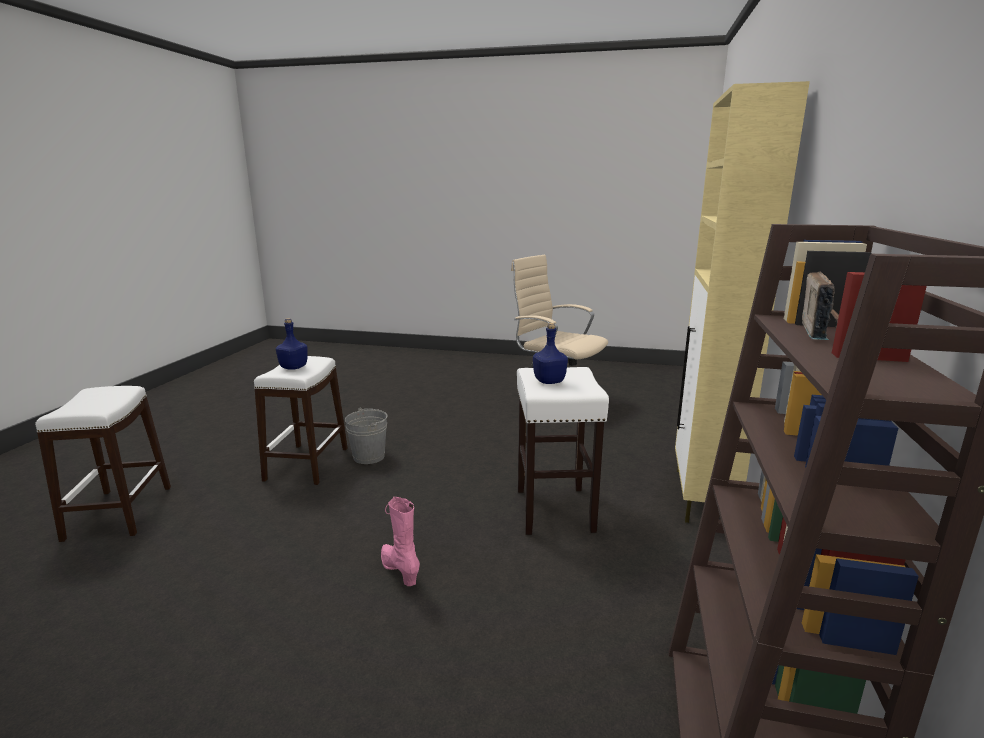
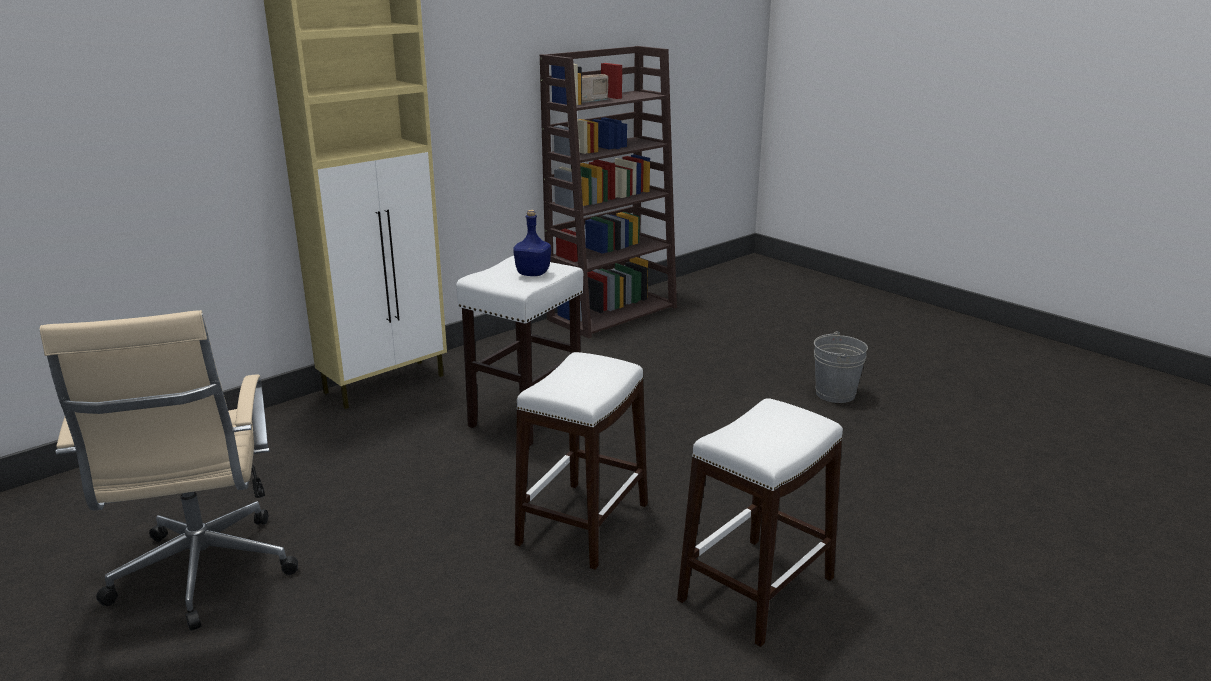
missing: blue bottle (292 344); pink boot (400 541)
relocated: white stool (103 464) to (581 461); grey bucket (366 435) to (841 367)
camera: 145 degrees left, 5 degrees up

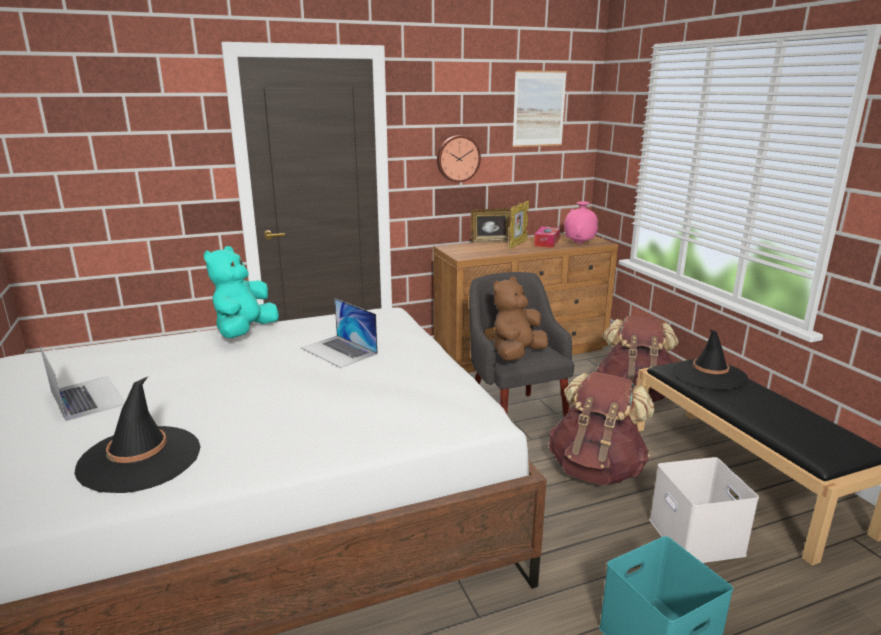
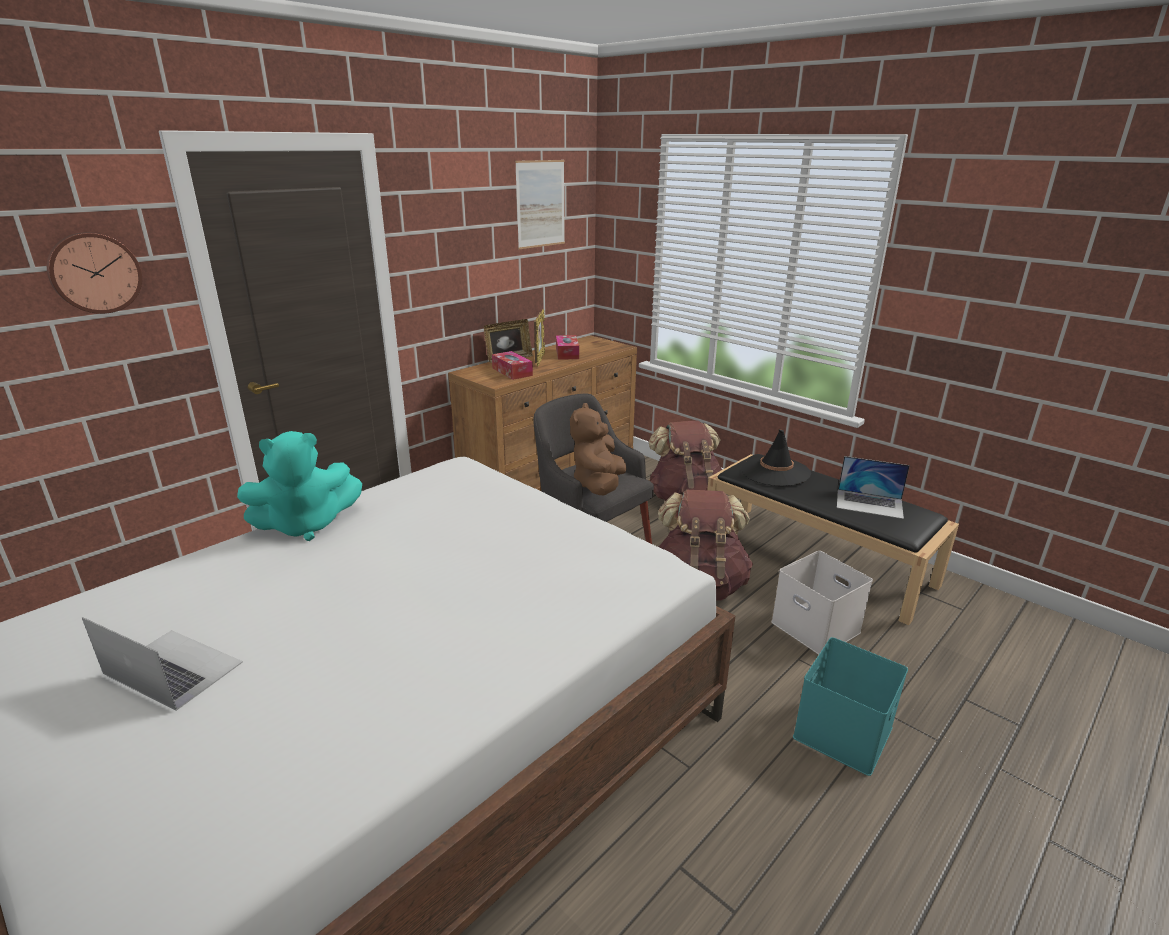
missing: black hat (137 435); pink vase (581 222)
appeared: tissue box (512 365)
relocated: wall clock (459 158) to (94 273); laptop (339 333) to (873 487)
spun: turquoise plush toy (241 292) = (299 486) 105 degrees counterclockwise
camera: 25 degrees left, 5 degrees up

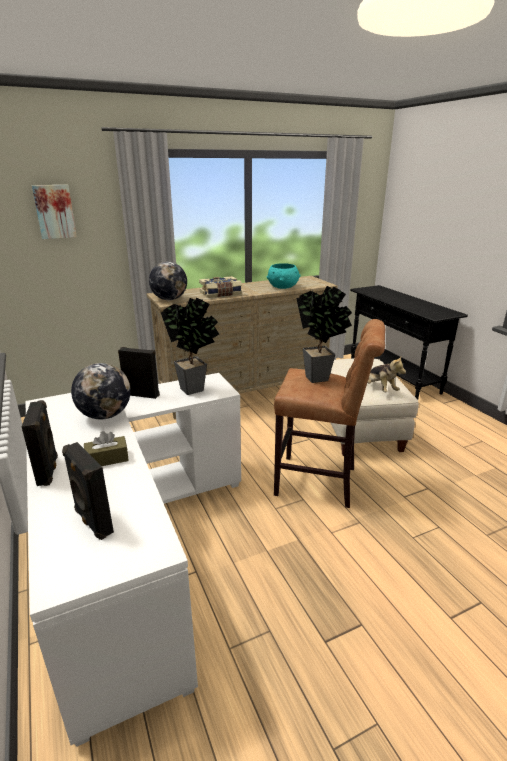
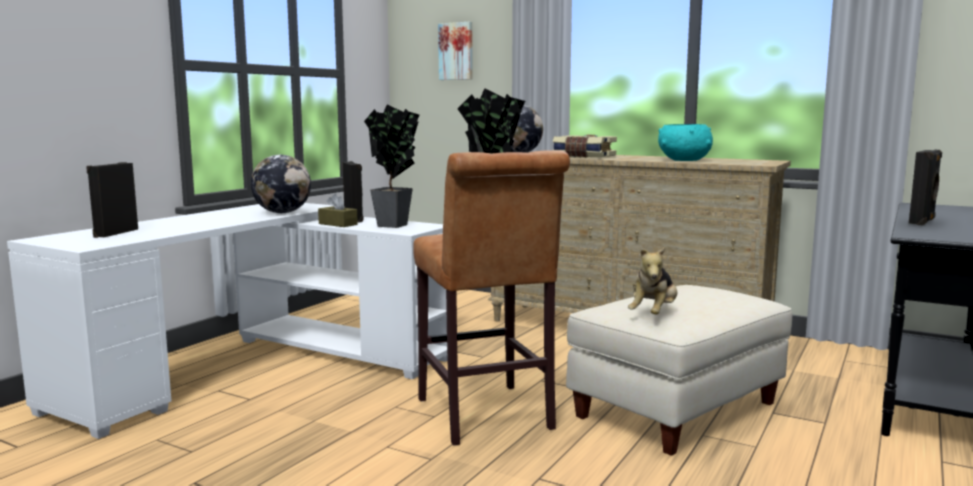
relocated: brown tissue box (106 448) to (338 210); black speaker (39 443) to (925 187)
camera: 55 degrees right, 15 degrees down

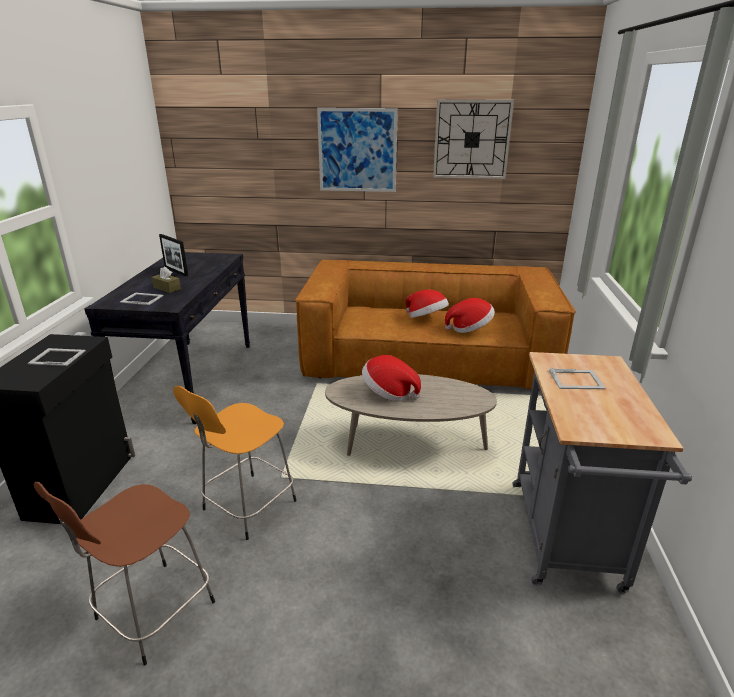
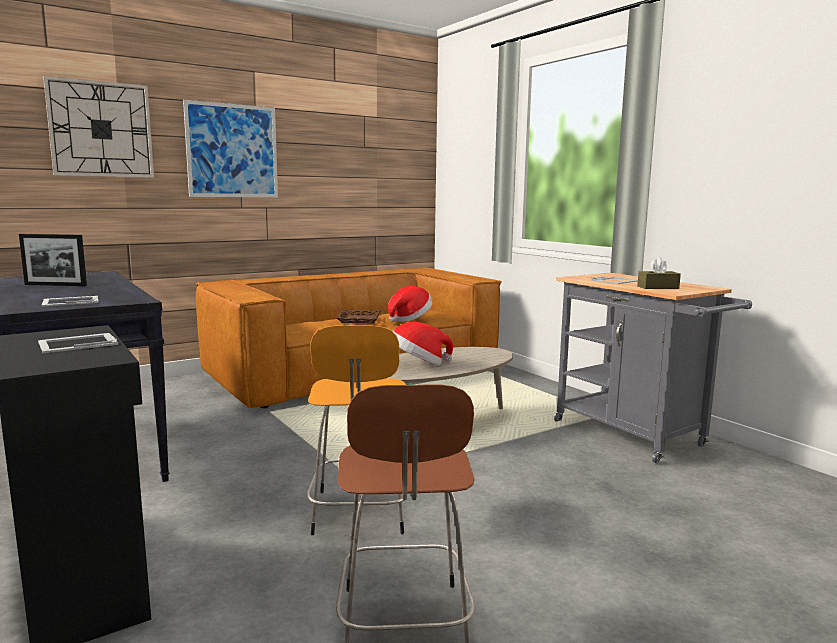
relocated: wall clock (473 139) to (98 127); brown tissue box (166 280) to (659 273)
exchanged: hat (427 303) to brown tray (359 316)
camera: 40 degrees left, 15 degrees down

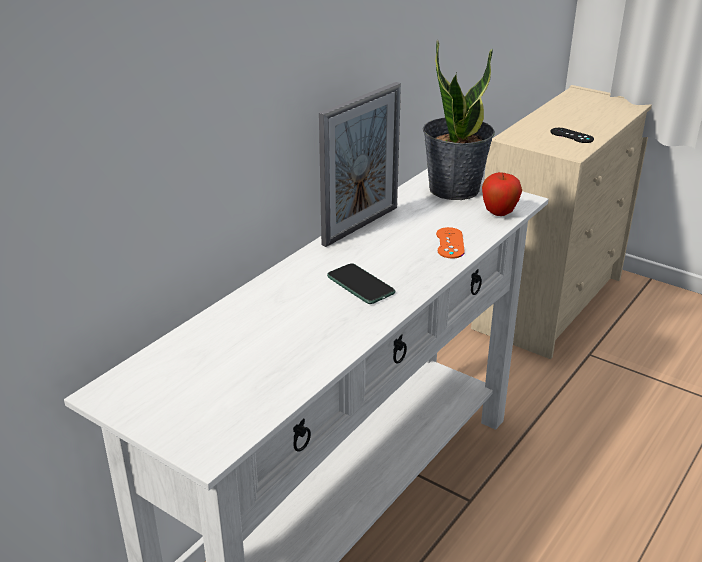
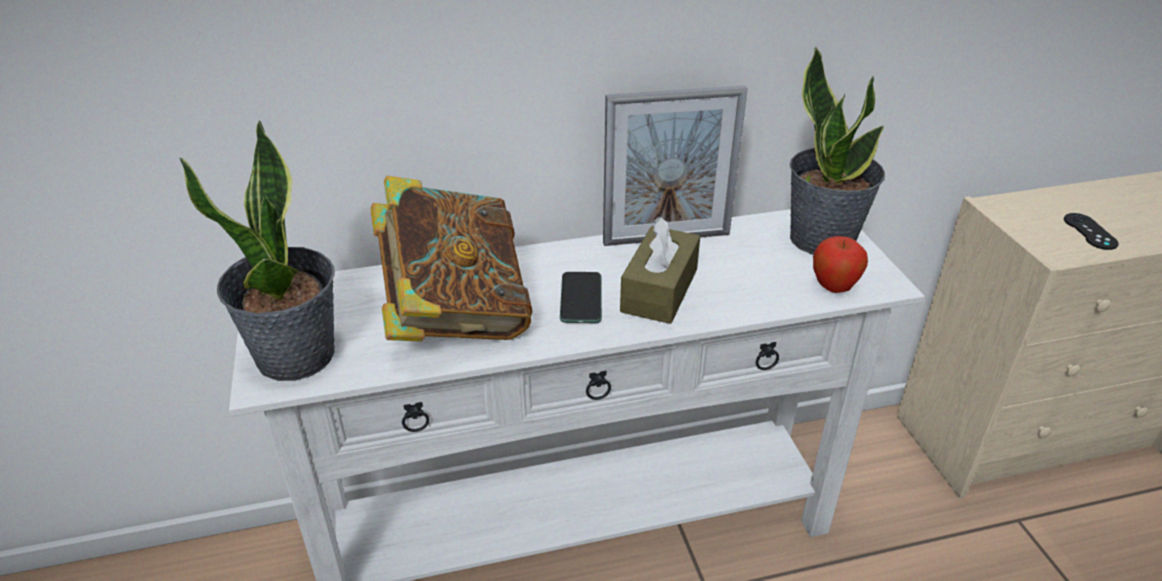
missing: orange game controller (450 242)
appeared: potted plant (257 250); book (451 259); brown tissue box (660 270)
camera: 40 degrees right, 5 degrees up

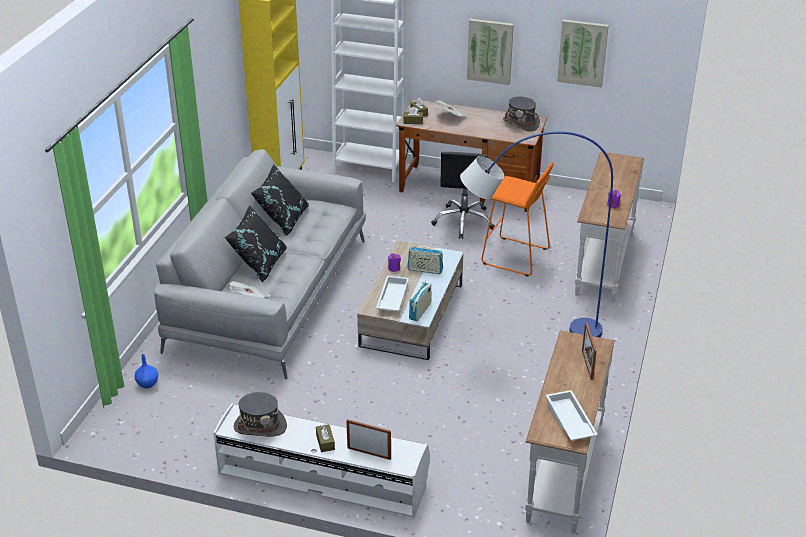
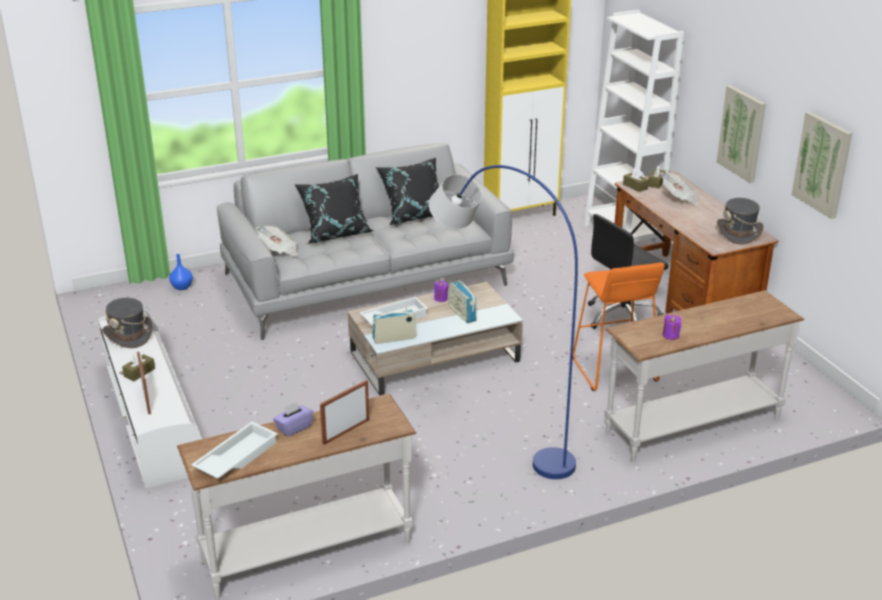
appeared: purple tissue box (293 419)
camera: 50 degrees right, 5 degrees down

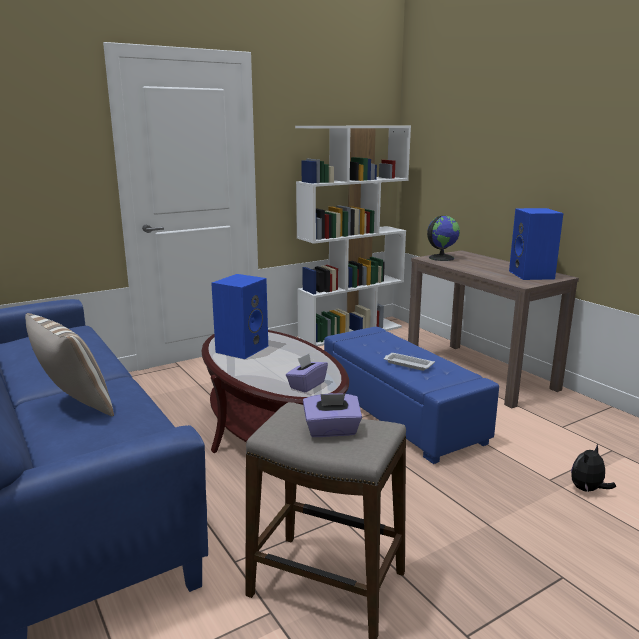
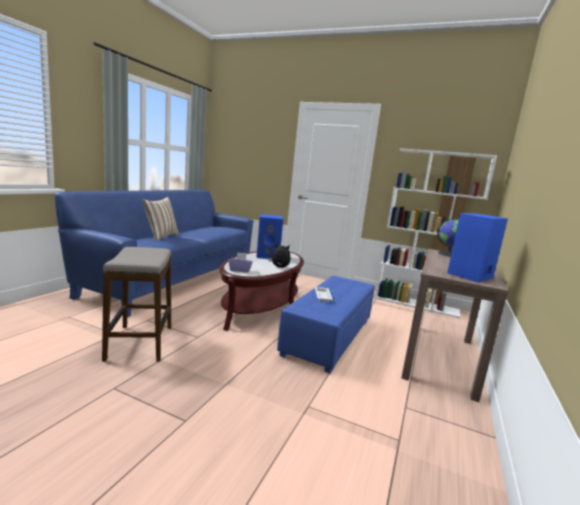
missing: purple tissue box (332 415)
relocated: plush toy (593 468) to (279 255)
camera: 55 degrees right, 5 degrees down

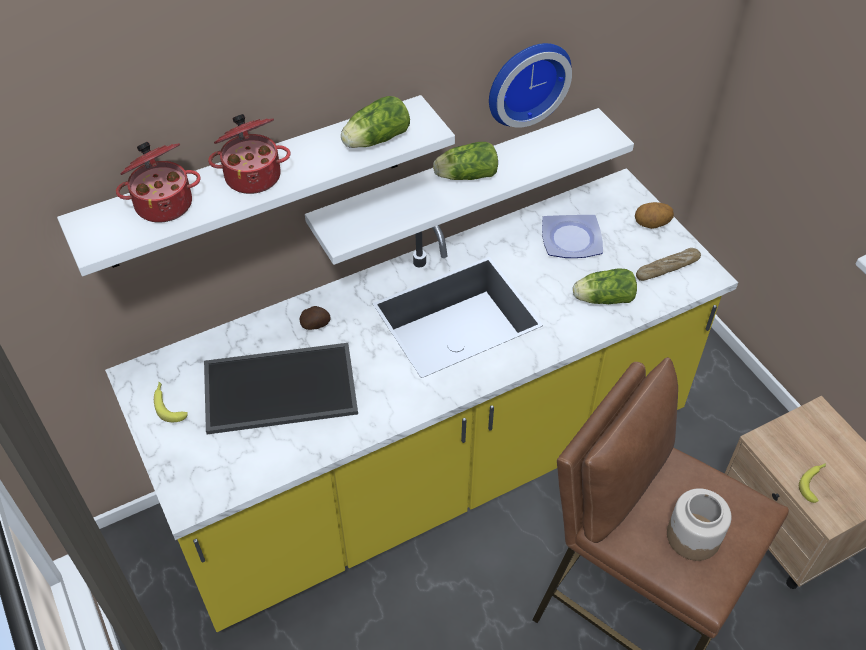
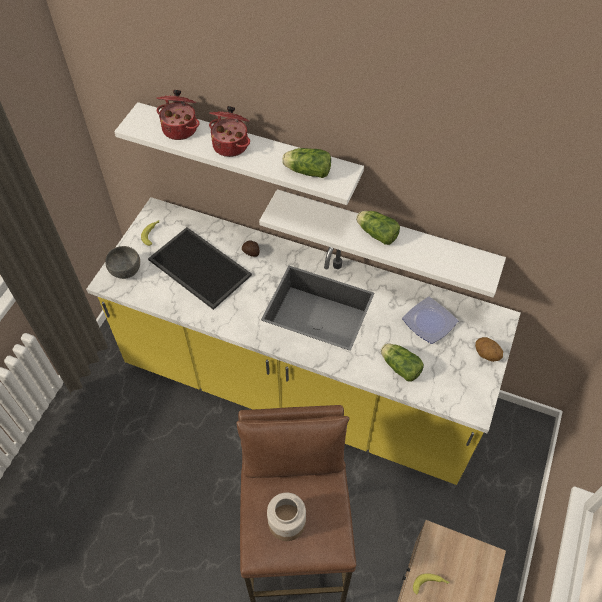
missing: wall clock (530 85); bread (668 264)
appeared: grey bowl (122 262)
camera: 50 degrees right, 5 degrees up

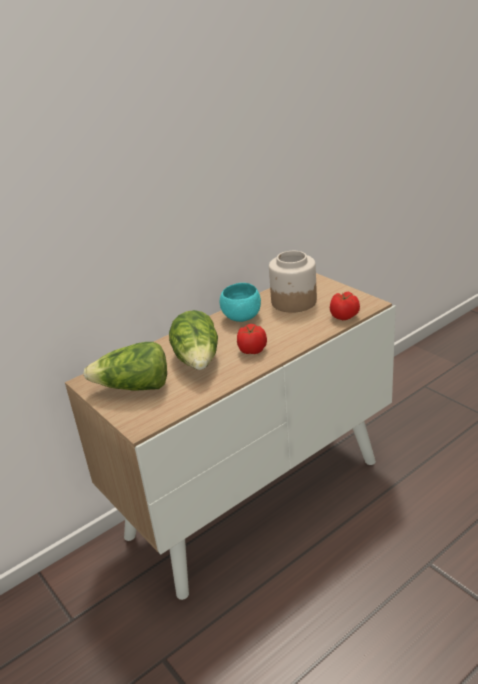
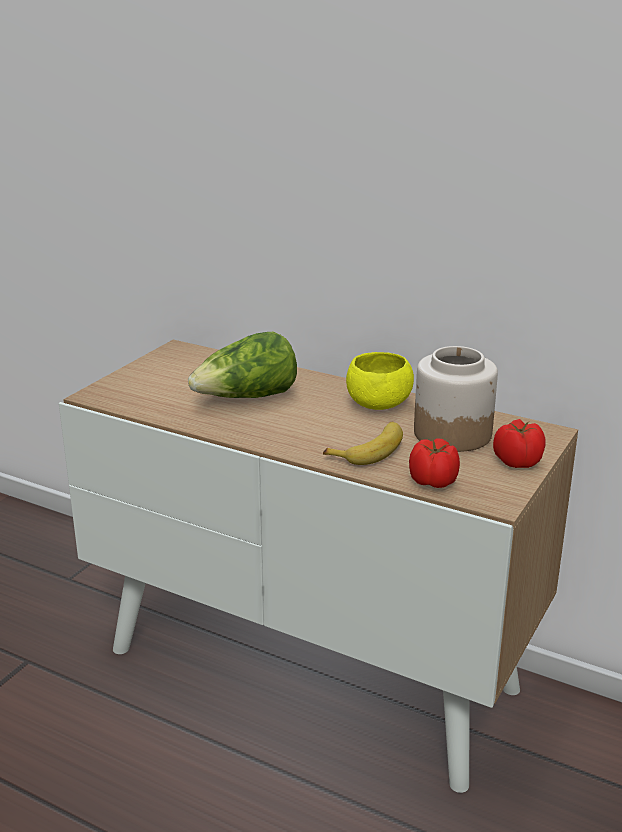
missing: lettuce (125 366)
appeared: banana (363 443)
relocated: tomato (252 339) to (519 443)
colour: turquoise bowl (240 302) to yellow bowl (380 381)
camera: 65 degrees right, 5 degrees down

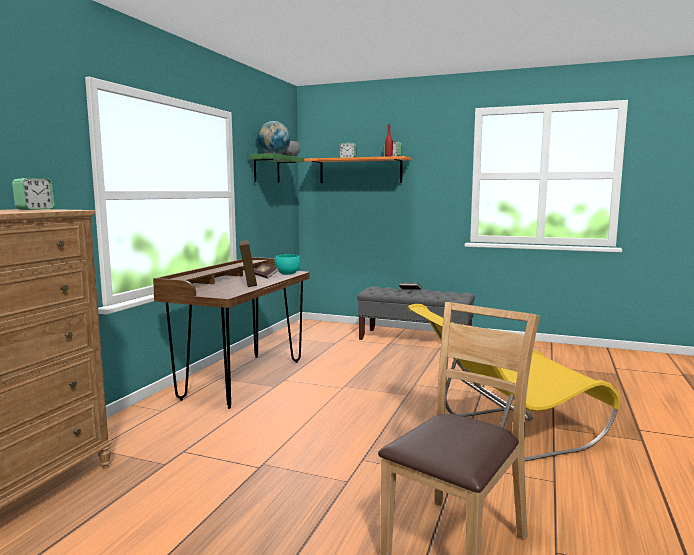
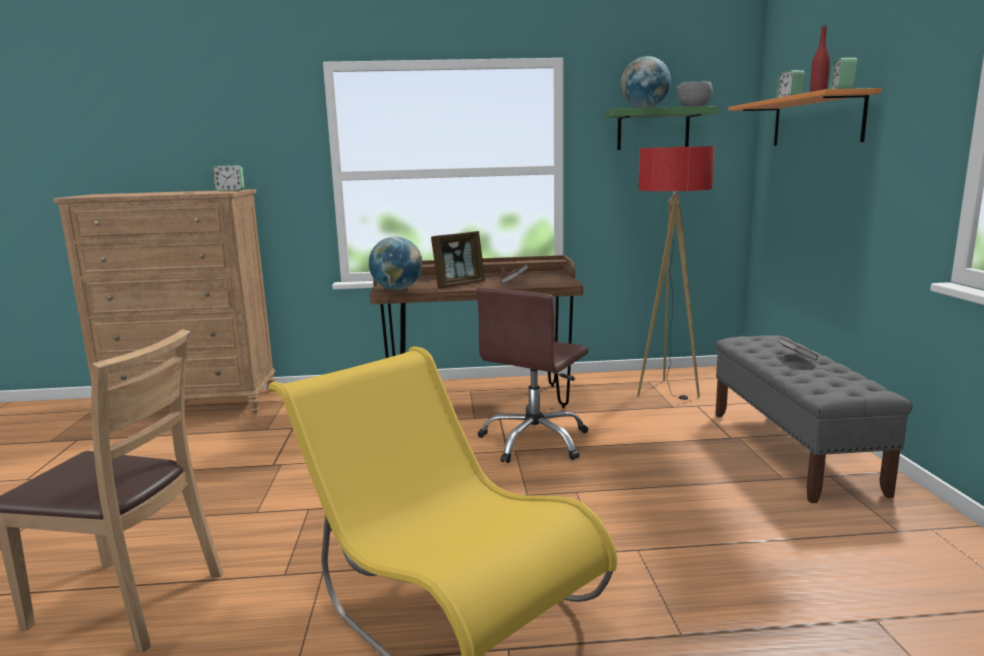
missing: turquoise bowl (287 264)
appeared: globe (396 263); brown office chair (532 375); floor lamp (676 273)
camera: 65 degrees right, 5 degrees up

